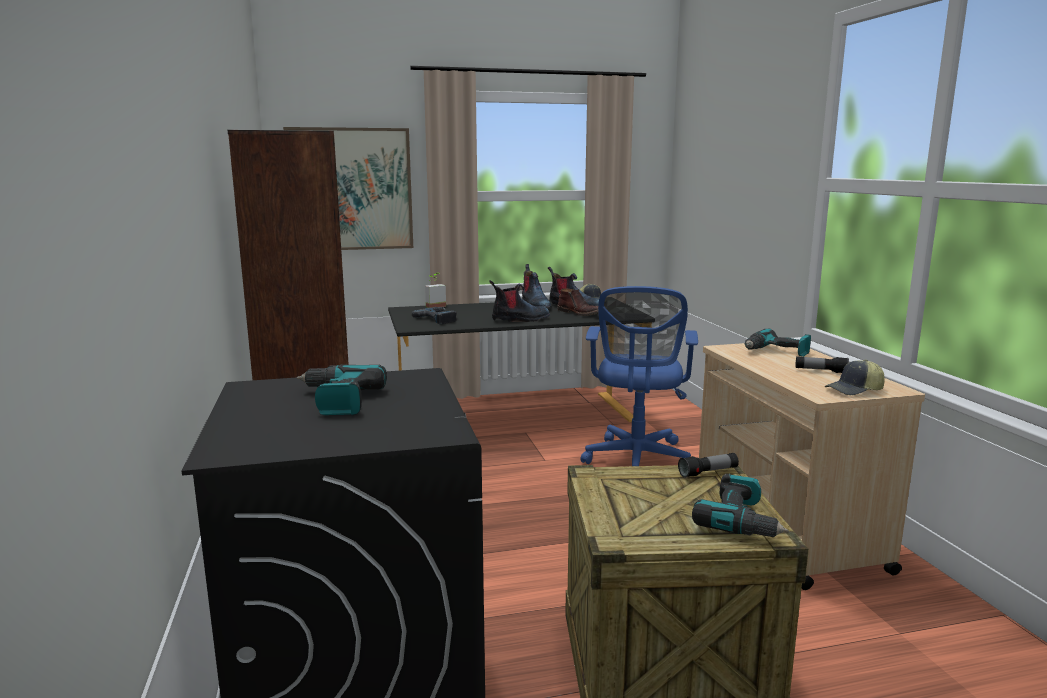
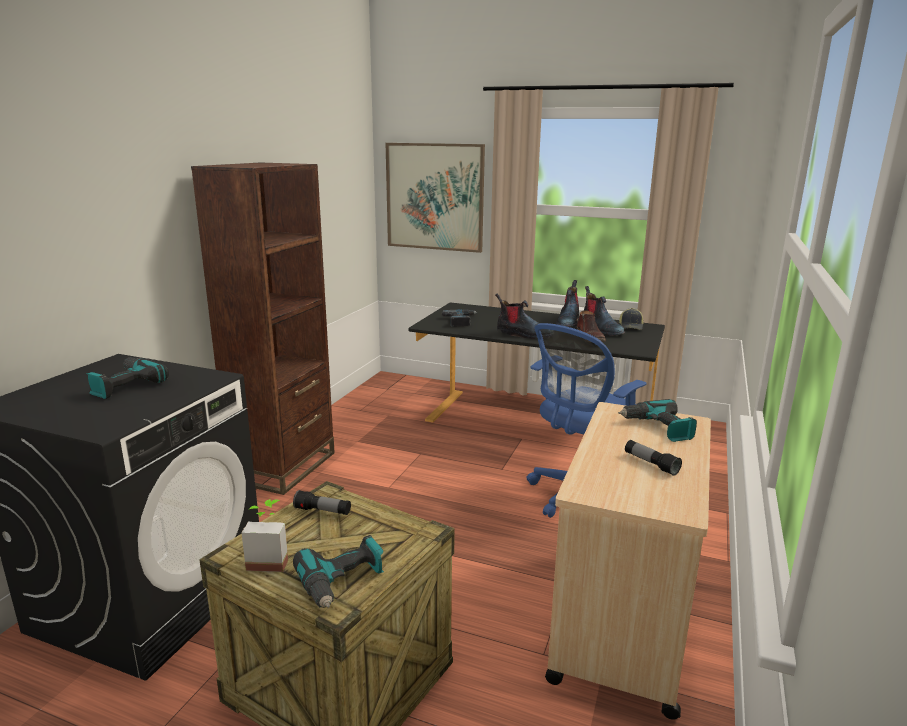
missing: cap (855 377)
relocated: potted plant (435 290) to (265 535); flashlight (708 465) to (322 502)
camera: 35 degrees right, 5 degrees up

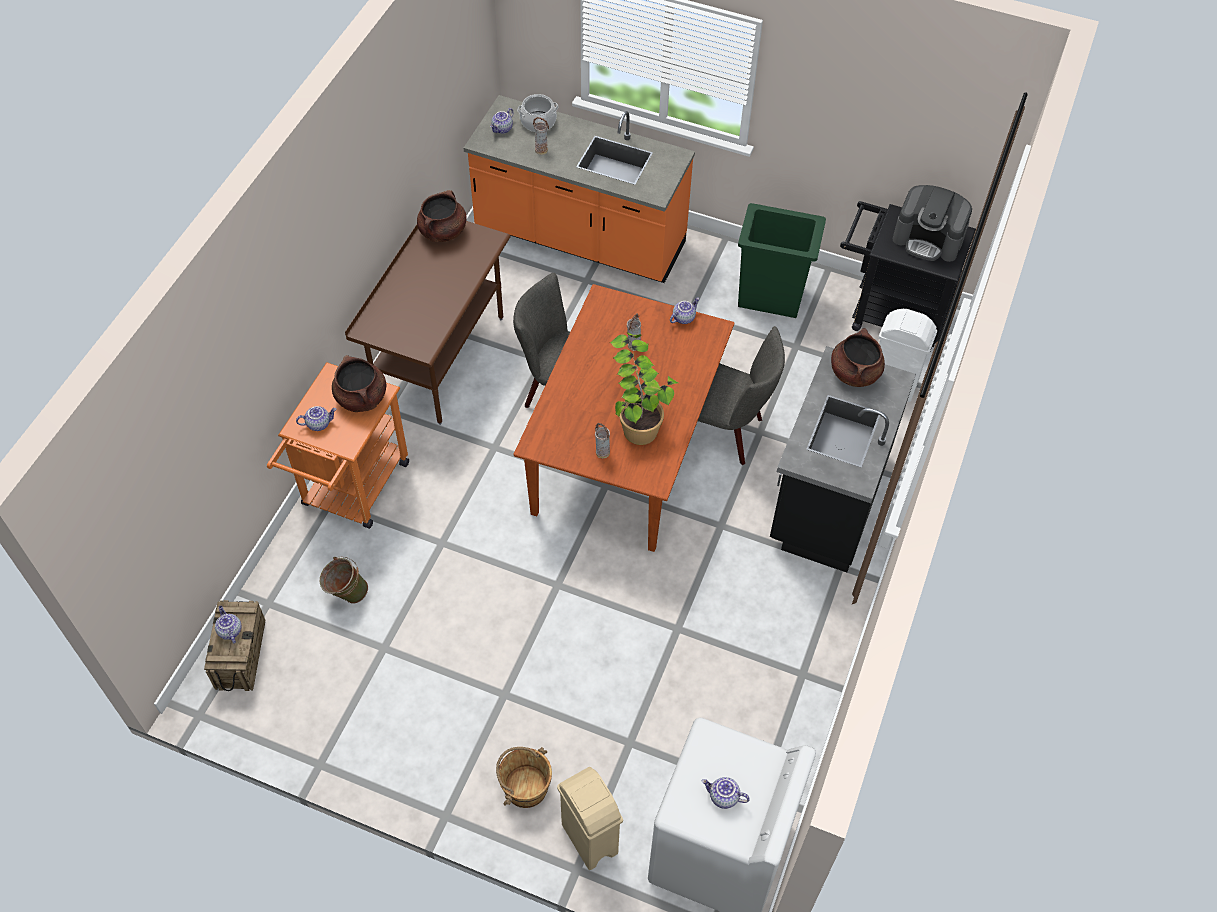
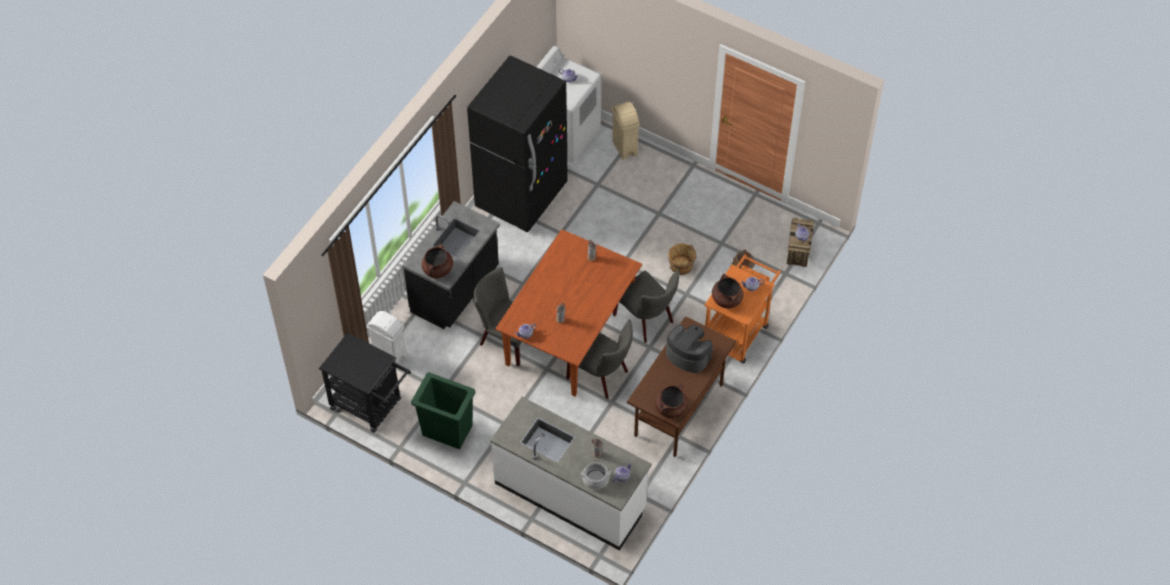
missing: potted plant (645 388)
appeared: black fridge (517 143); grey chair (646 306)
relocated: coffee machine (932 223) to (689 348); brown bucket (524 777) to (682 259)
colour: orange counter (579 189) to white counter (571 474)
camera: 170 degrees left, 0 degrees up

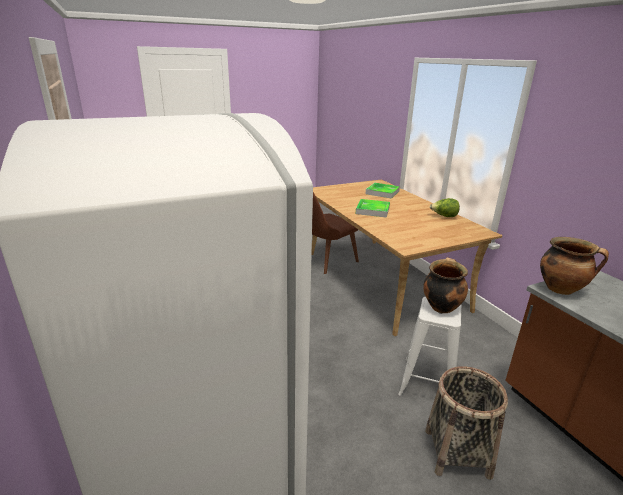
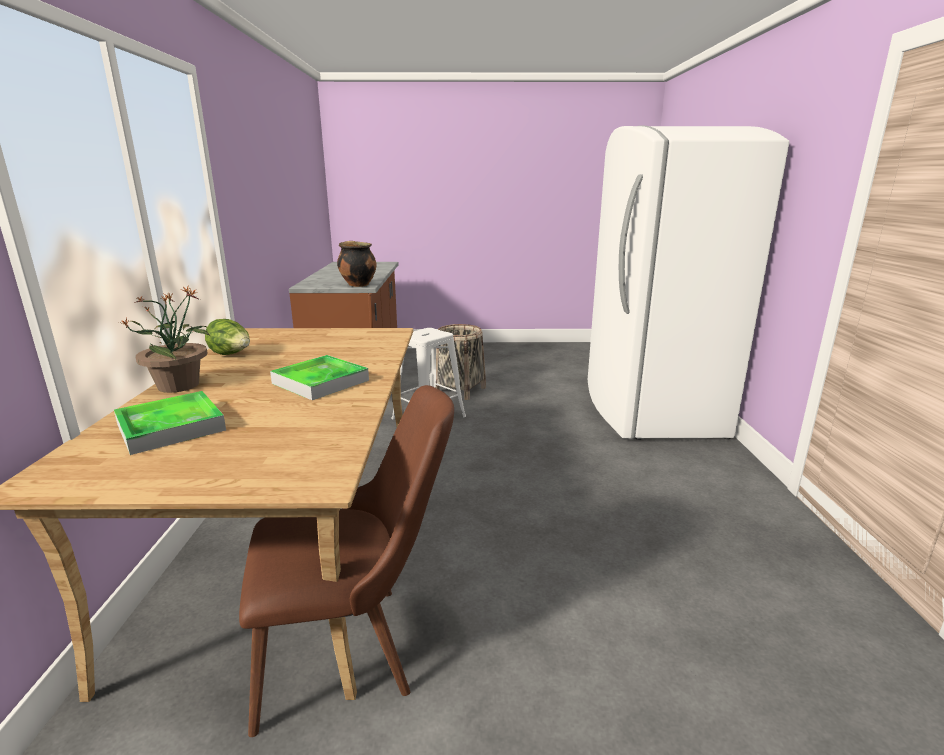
missing: cooking pot (445 285)
appeared: potted plant (165 338)
camera: 155 degrees left, 5 degrees down

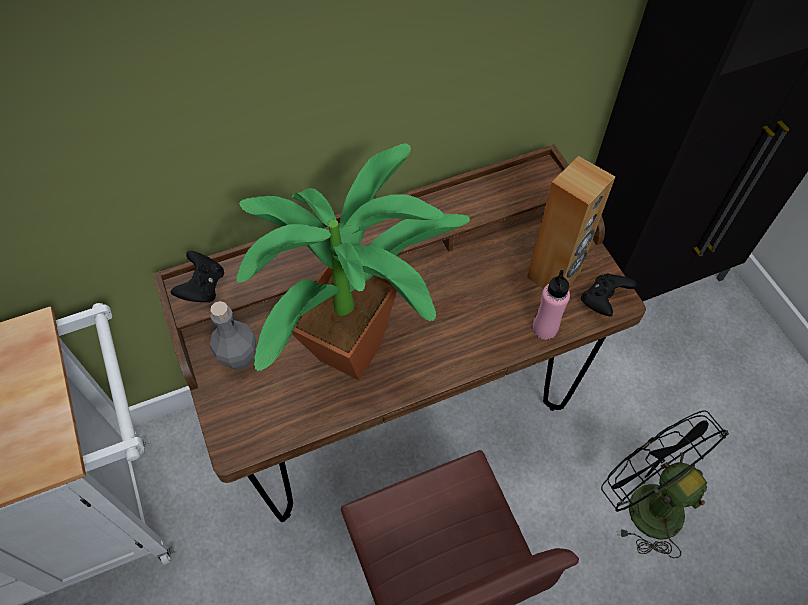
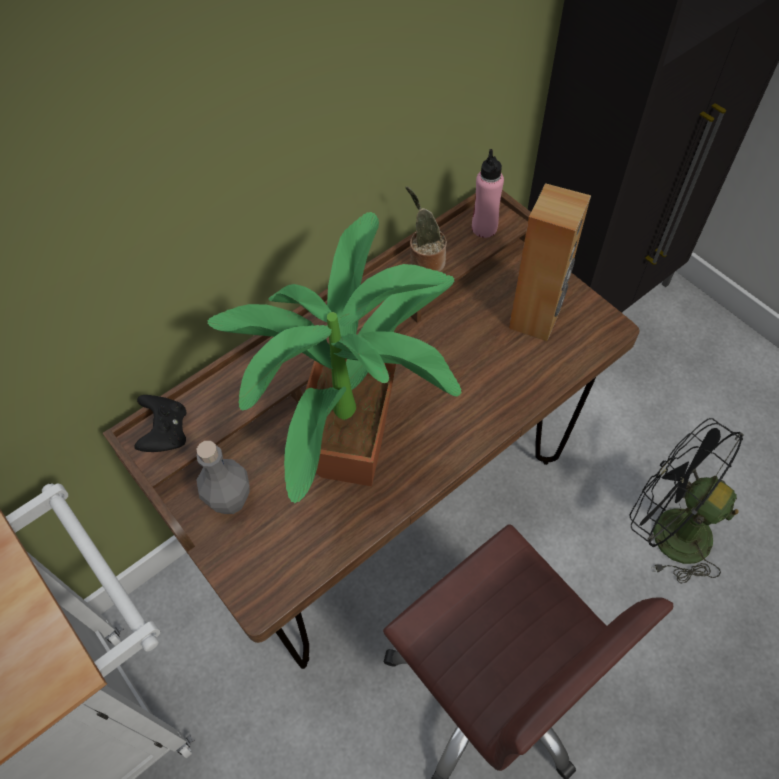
missing: black game controller (609 294)
appeared: potted plant (426 229)
relocated: pink bottle (551 305) to (488 193)
camera: 15 degrees left, 0 degrees up

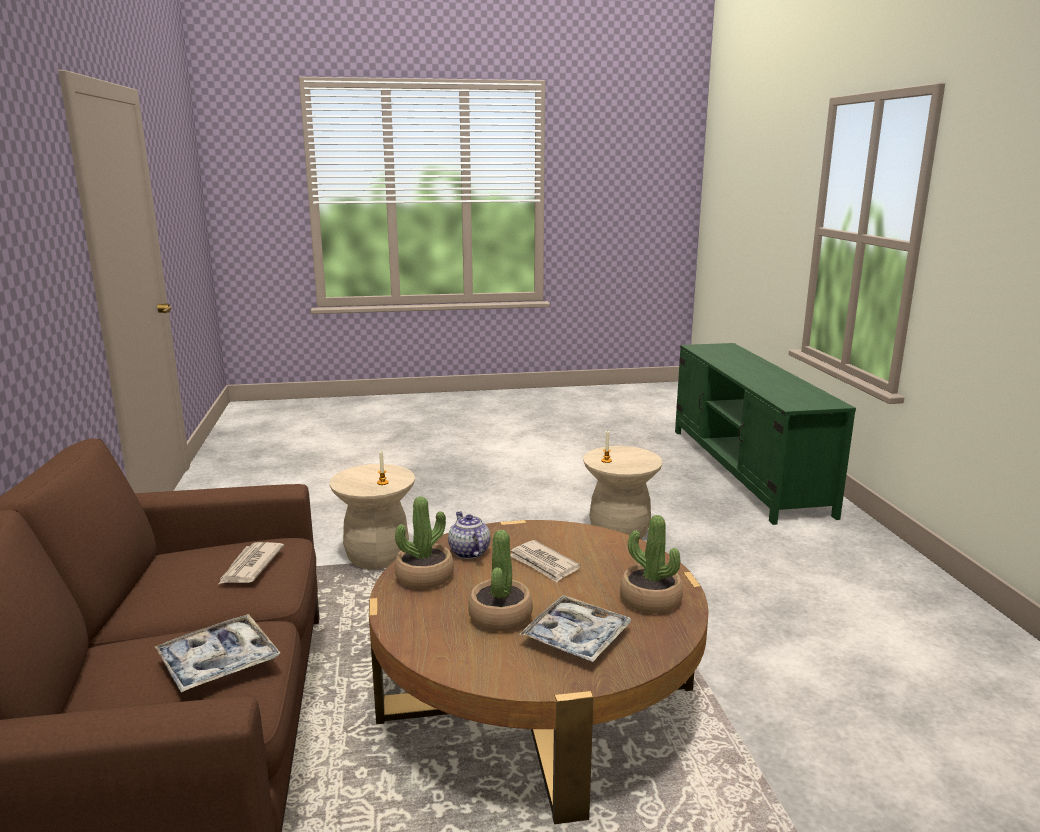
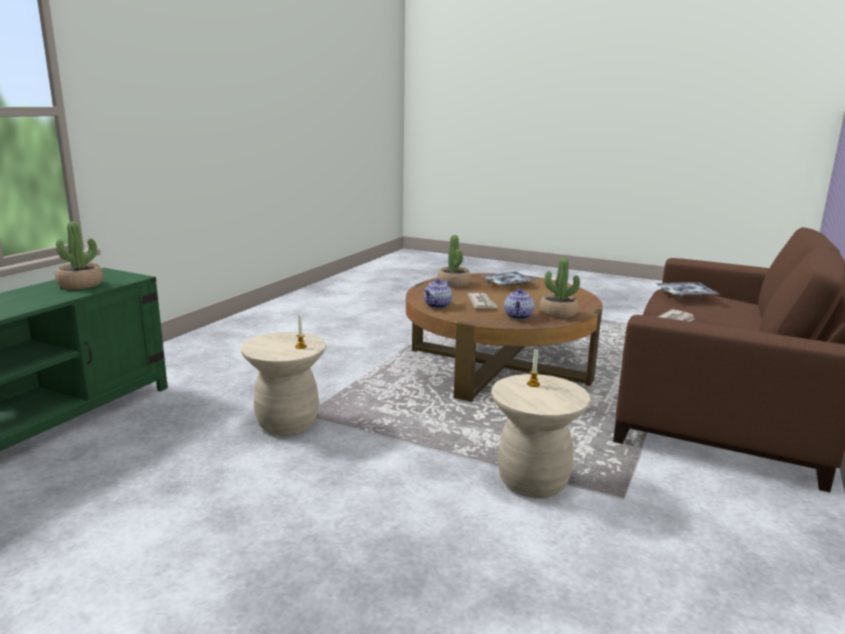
appeared: teapot (438 293)
relocated: potted plant (500 581) to (79 255)
camera: 145 degrees left, 0 degrees up

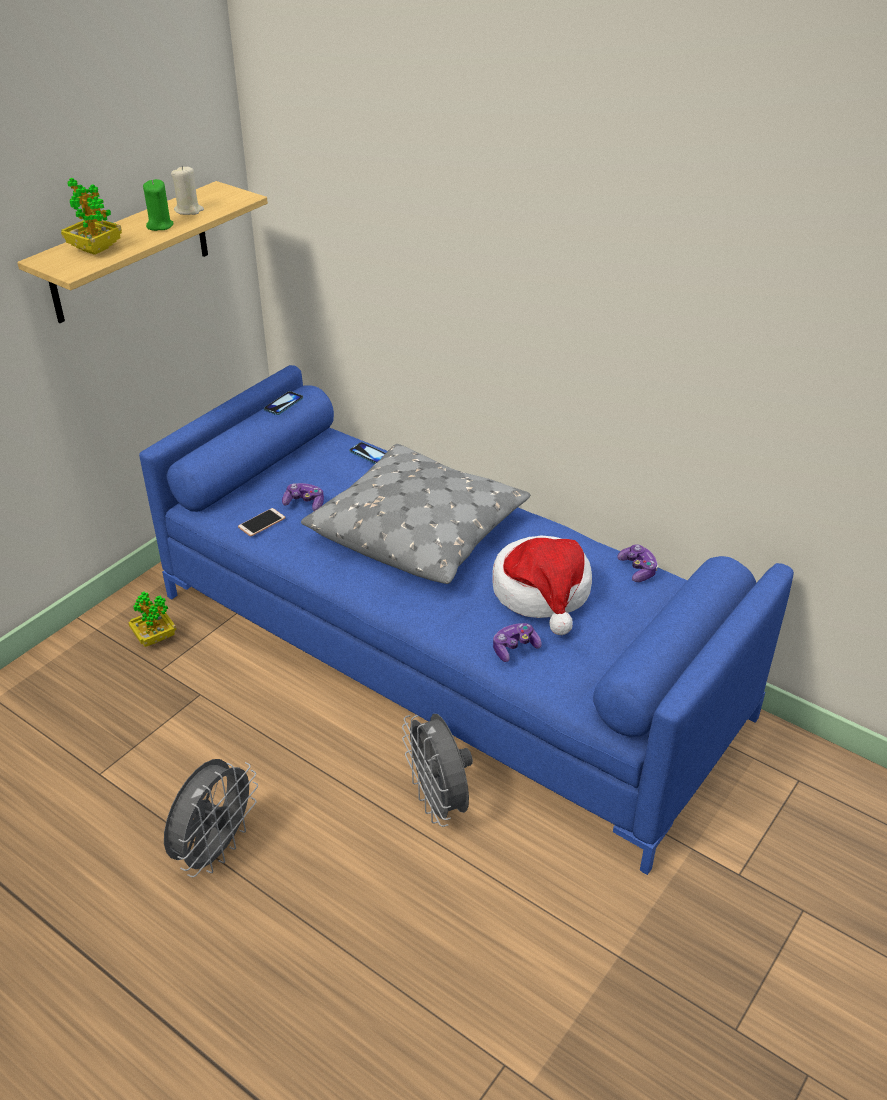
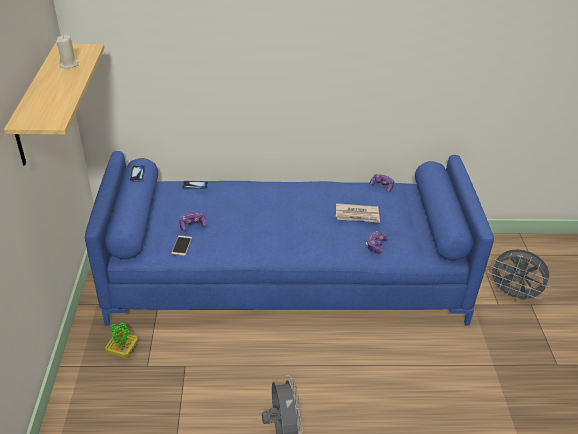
missing: potted plant (91 216); green candle (158 205); grey pillow (415 514)
relocated: grey fan (437 770) to (519 276)
exchanged: hat (542 585) to newspaper (358 213)
camera: 40 degrees left, 0 degrees up

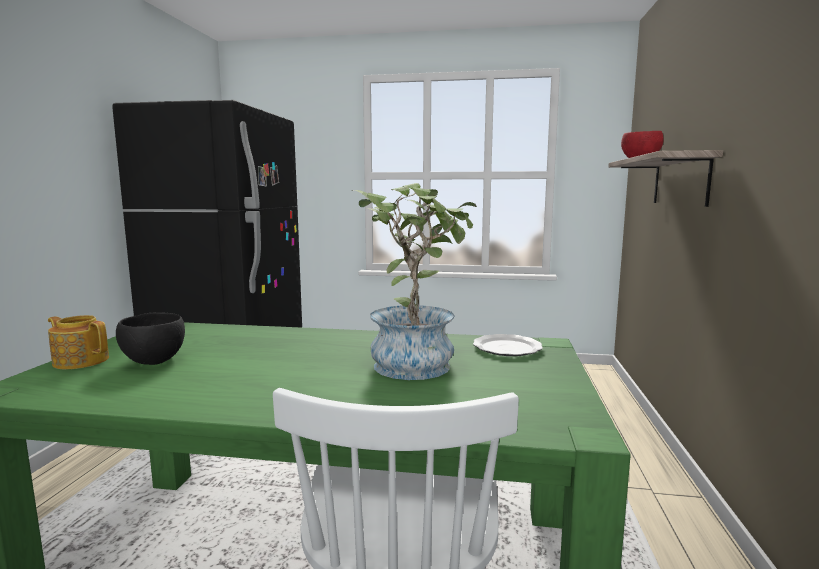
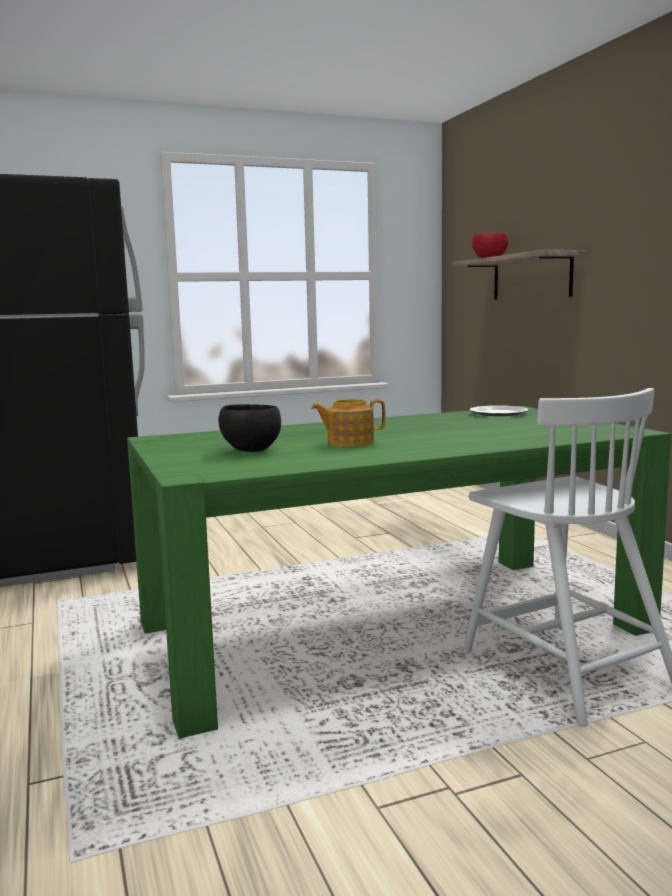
missing: potted plant (415 281)
relocated: teapot (78 342) to (348 423)
camera: 30 degrees left, 0 degrees up

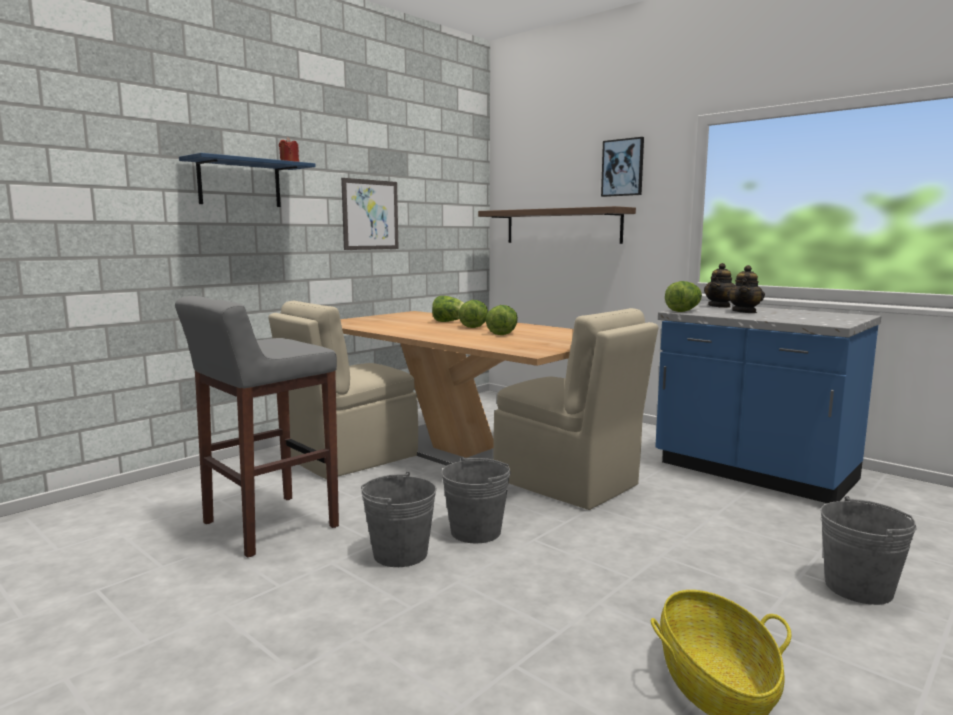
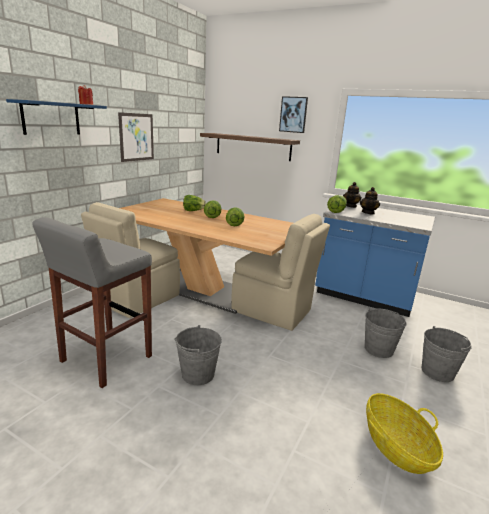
relocated: grey bucket (476 500) to (386 333)
camera: 15 degrees left, 10 degrees up

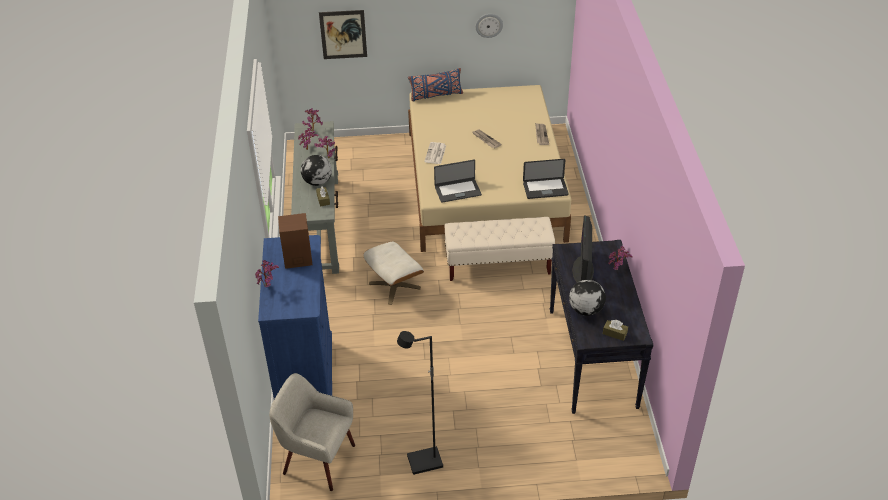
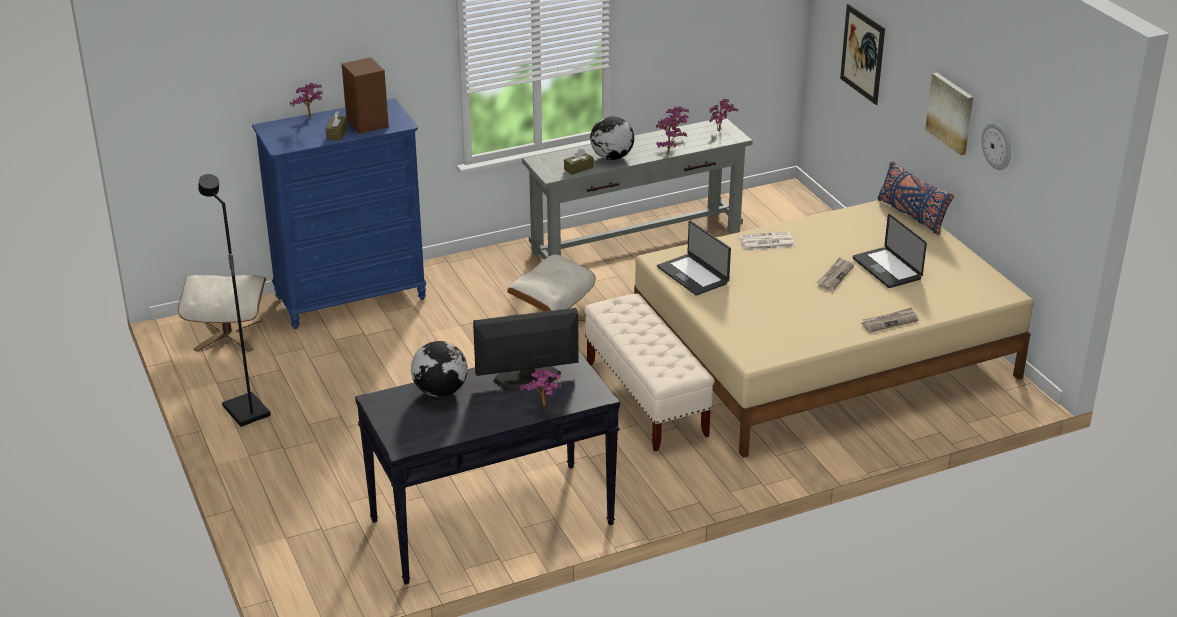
appeared: picture (949 113)
relocated: brown tissue box (615 330) to (337 125); laptop (546 179) to (890 251)
exchanged: beige armchair (312 432) to beige ottoman (222 313)
camera: 70 degrees right, 10 degrees down

